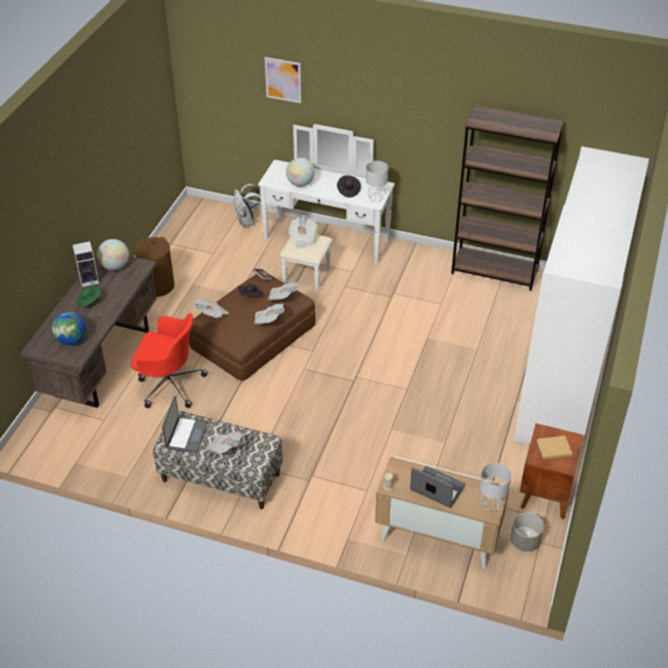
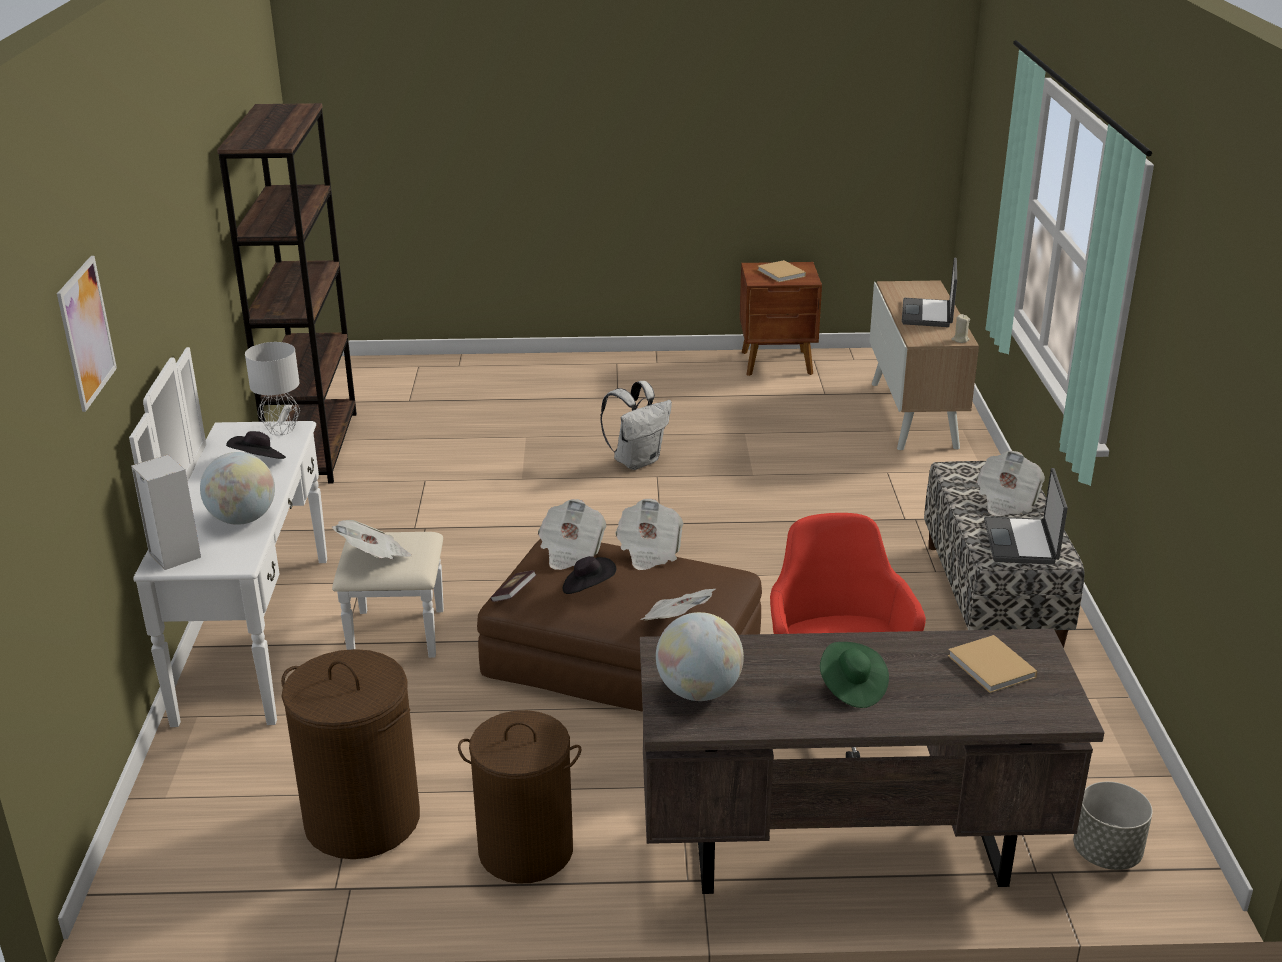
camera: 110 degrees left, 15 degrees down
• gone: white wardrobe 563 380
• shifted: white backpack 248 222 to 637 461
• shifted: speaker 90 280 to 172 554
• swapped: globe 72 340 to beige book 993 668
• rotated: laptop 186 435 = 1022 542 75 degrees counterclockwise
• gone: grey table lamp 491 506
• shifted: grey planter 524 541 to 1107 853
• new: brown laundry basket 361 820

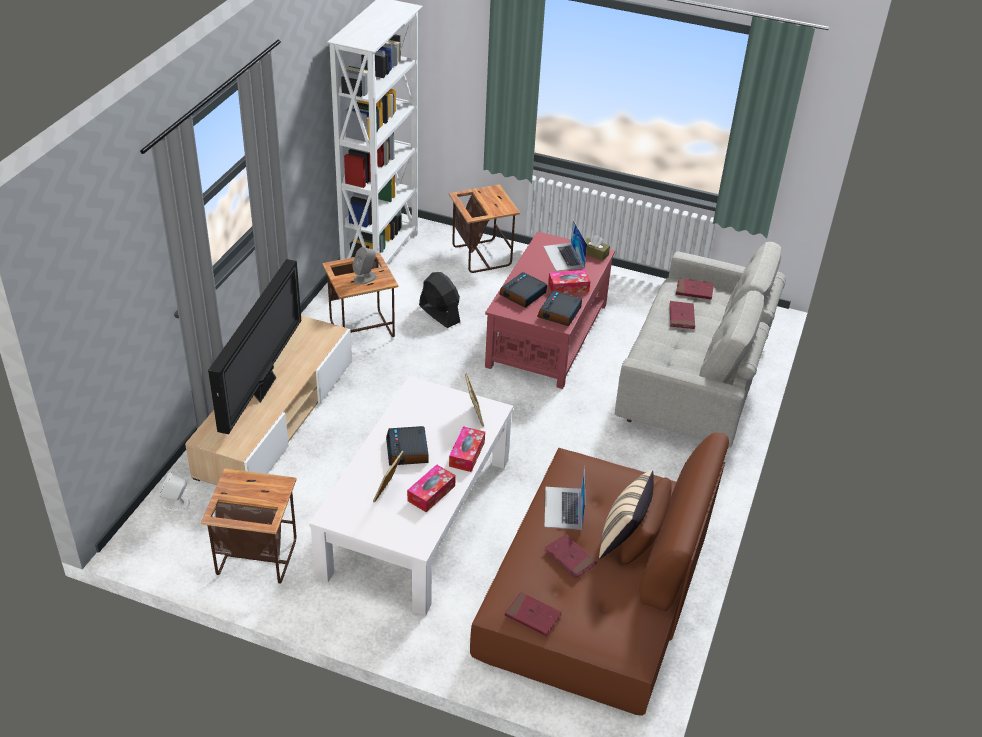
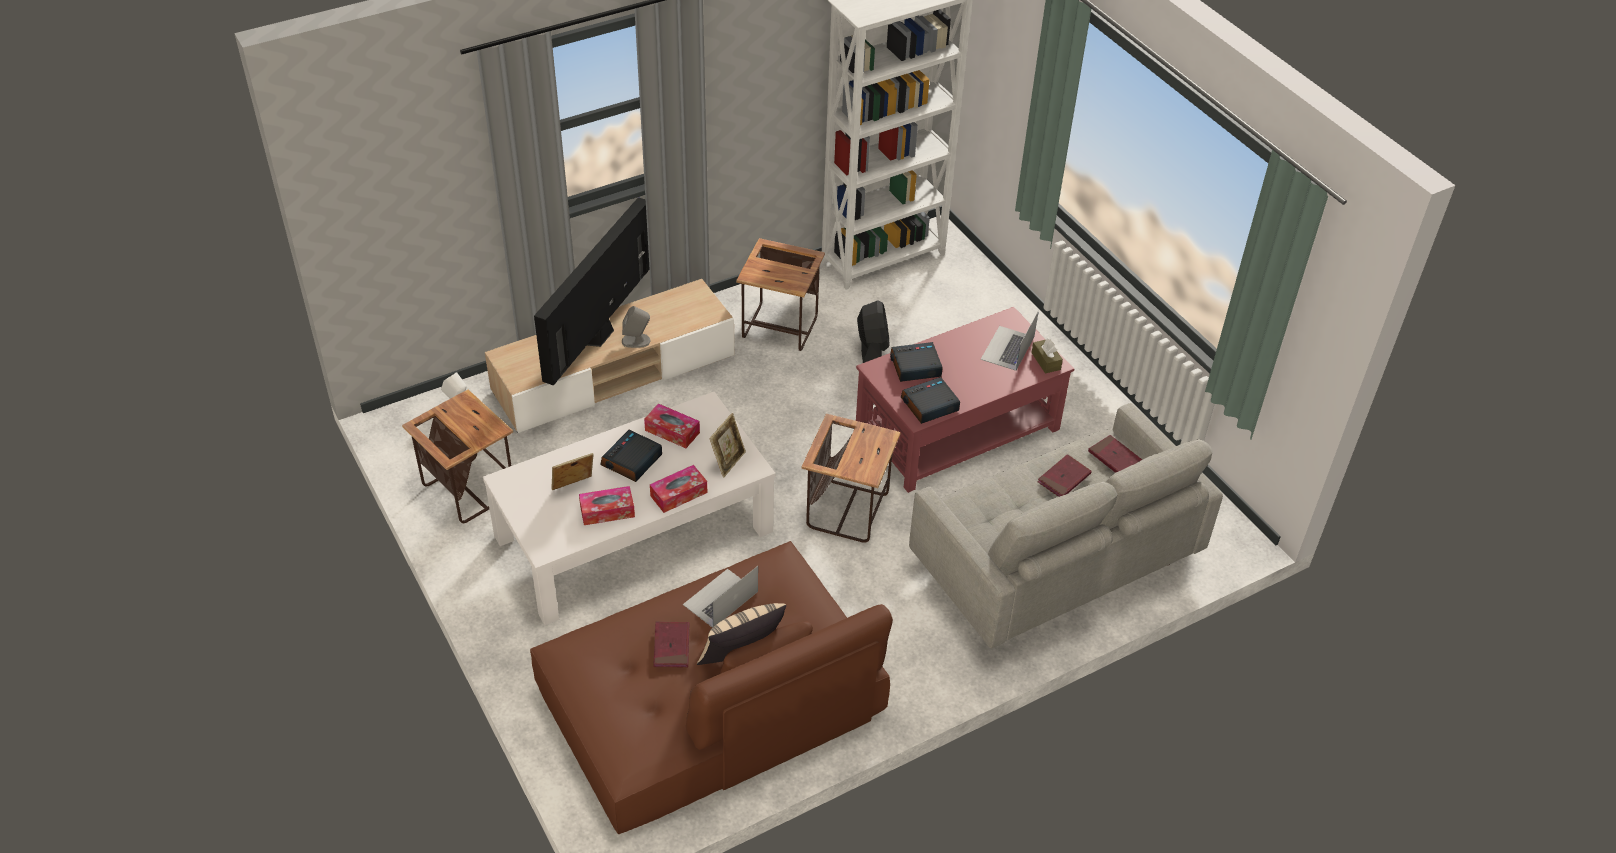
camera: 40 degrees right, 5 degrees up
• shifted: side table 481 255 to 848 510
• shifted: grey speaker 365 278 to 636 341
• rotated: television 264 387 = 599 335 150 degrees clockwise
• shifted: tissue box 568 287 to 672 431
• gone: red book 533 616

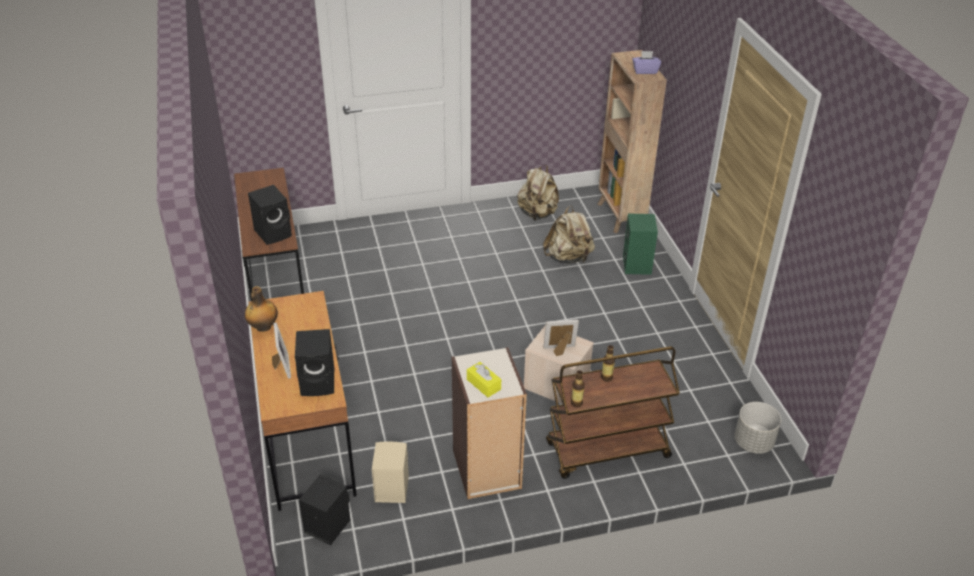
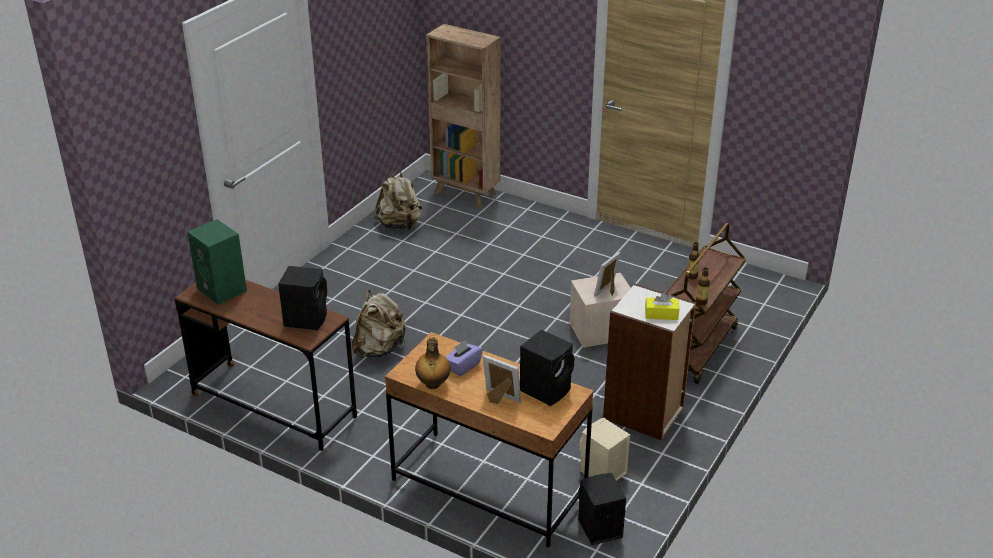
camera: 45 degrees left, 5 degrees down
• shifted: purple tissue box 645 71 to 463 366
• shifted: beige backpack 568 258 to 379 349
• shifted: green speaker 637 265 to 223 290
• gone: grey planter 753 442

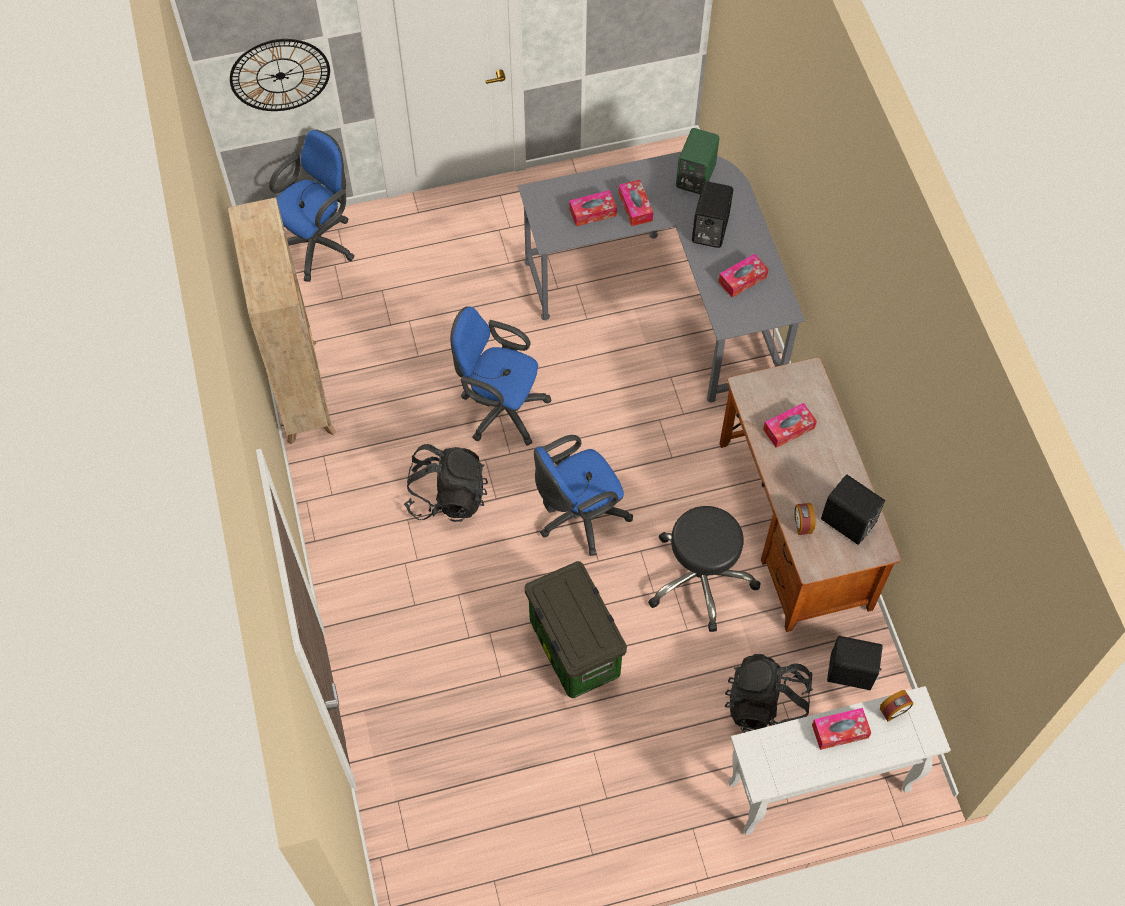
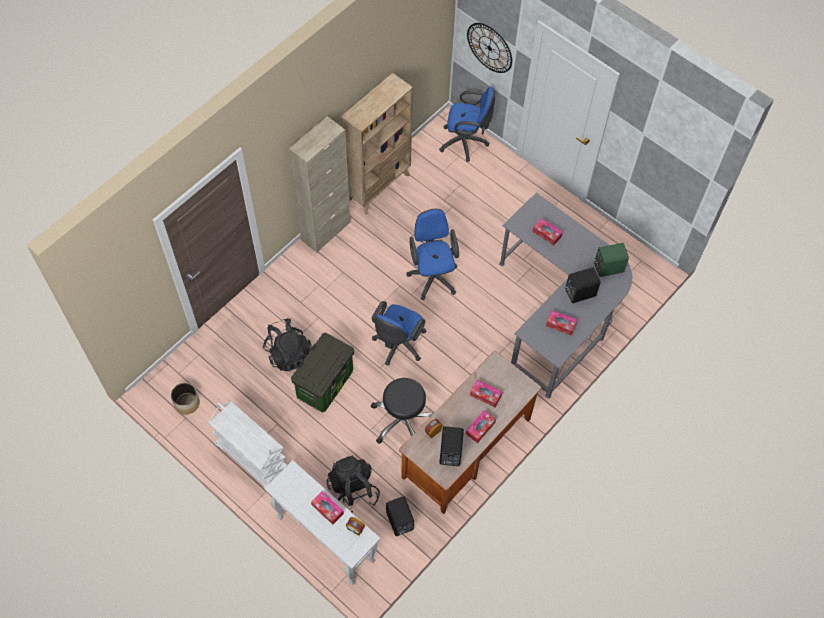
camera: 55 degrees right, 0 degrees up
• shifted: tissue box 635 207 to 480 428
• rotated: blue office chair 578 517 = 398 345 90 degrees counterclockwise
• shifted: black backpack 447 496 to 288 353
• new: beige cabinet 326 231
• new: planter 187 403
• new: white cart 251 457

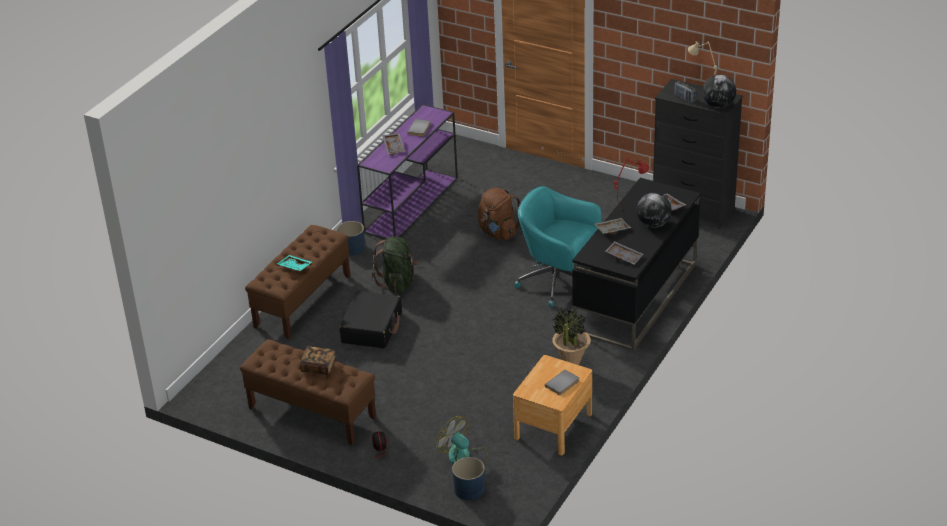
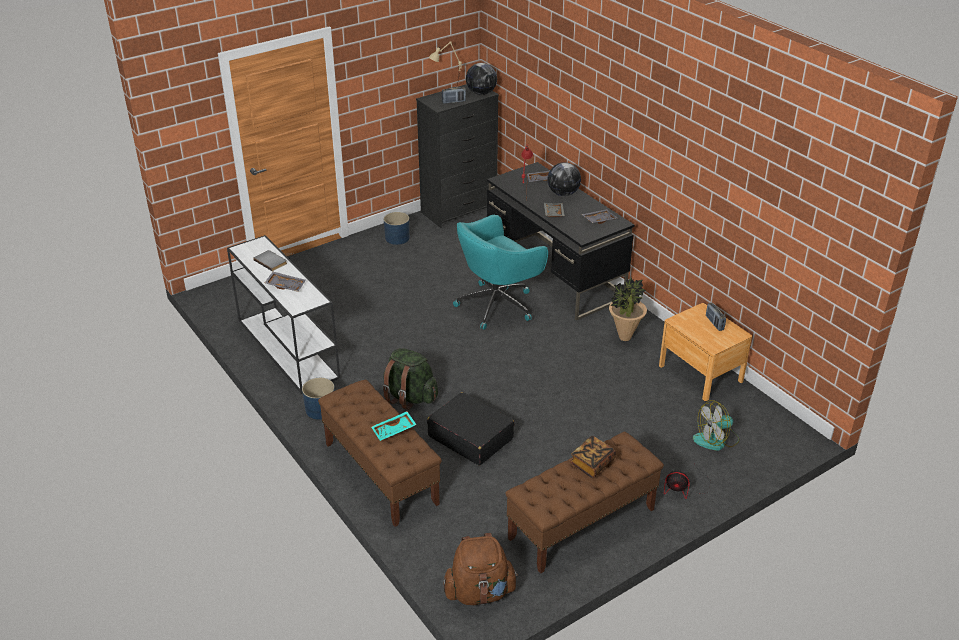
camera: 65 degrees left, 0 degrees up
• repainted: purple console table 411 204 to white console table 287 348
• shifted: brown backpack 498 232 to 479 592
• swapped: grey book 563 384 to radio 714 323
• shifted: blue planter 469 489 to 397 238

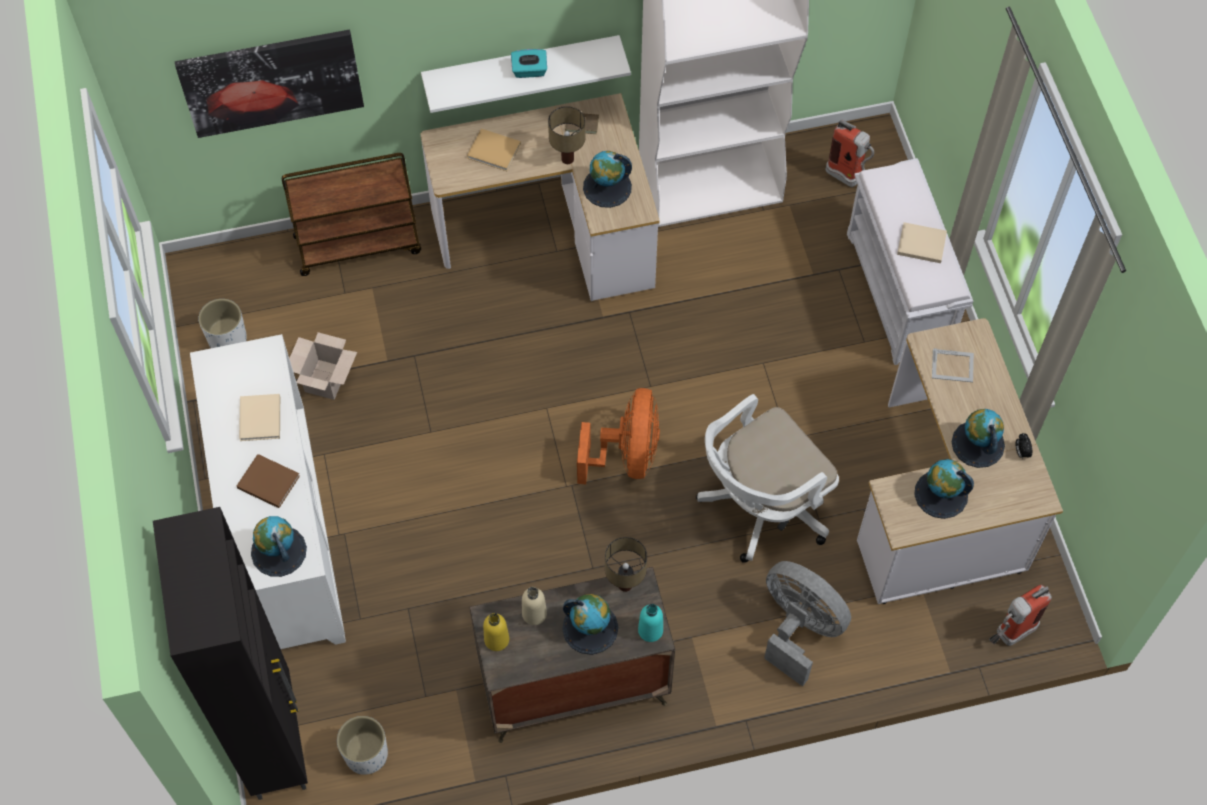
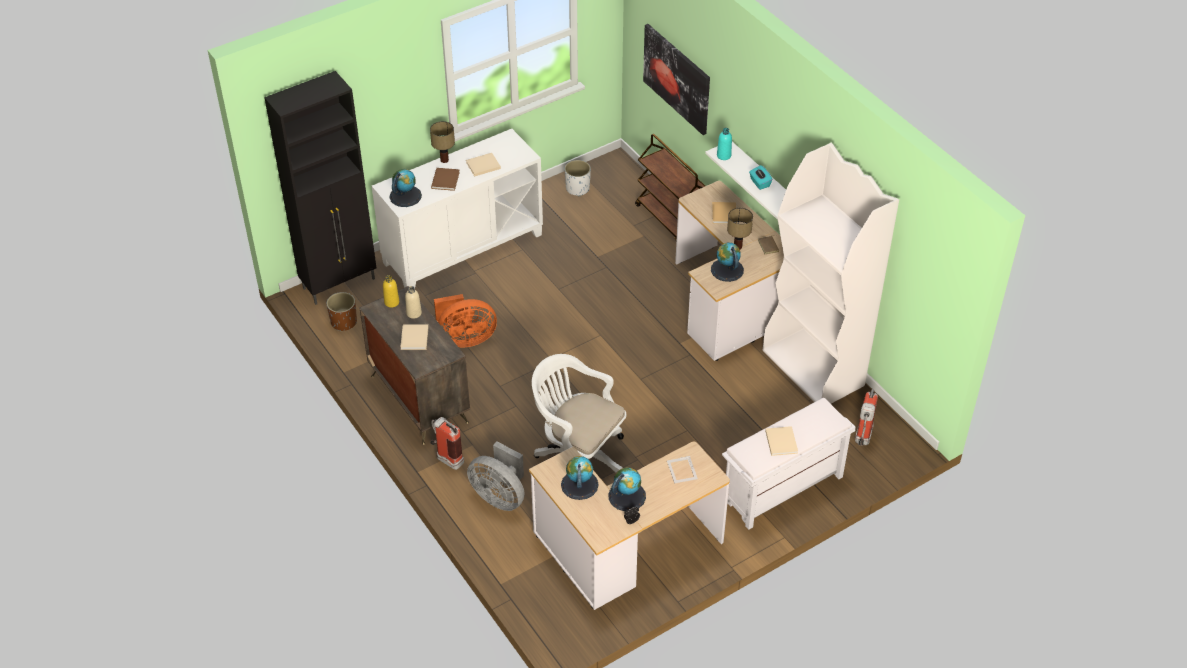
camera: 70 degrees right, 15 degrees down
• gone: cardboard box 325 378
• shifted: orange fan 627 456 to 465 338
• shifted: table lamp 626 584 to 445 160
• rotated: grey fan 799 628 = 500 496 105 degrees clockwise
• shifted: fire extinguisher 1009 634 to 446 458
• swapped: globe 590 628 to beige book 414 339
• shifted: turquoise bottle 650 630 to 724 155
• repainted: white planter 366 754 to brown planter 344 322

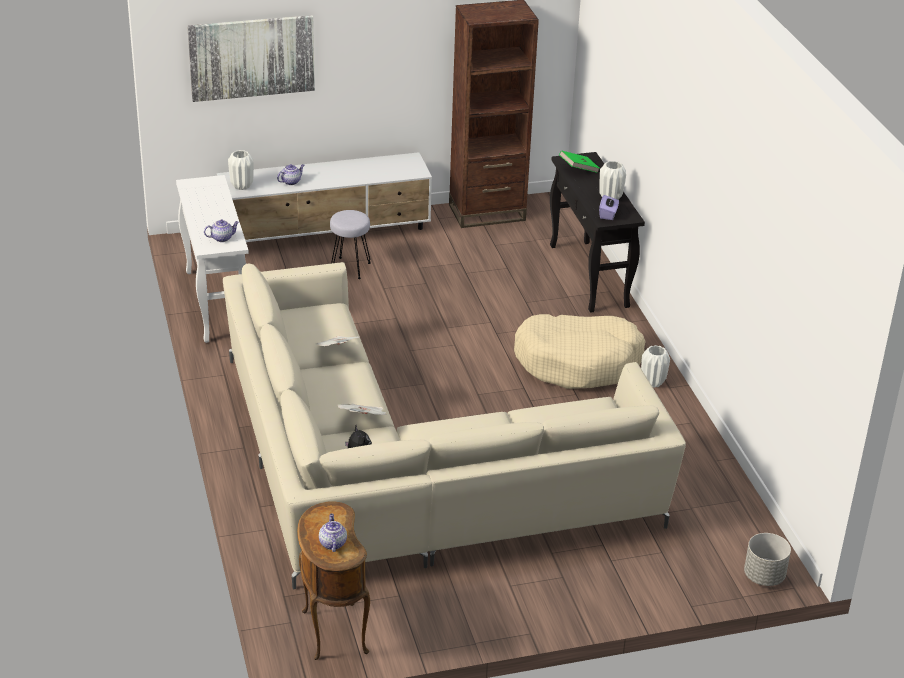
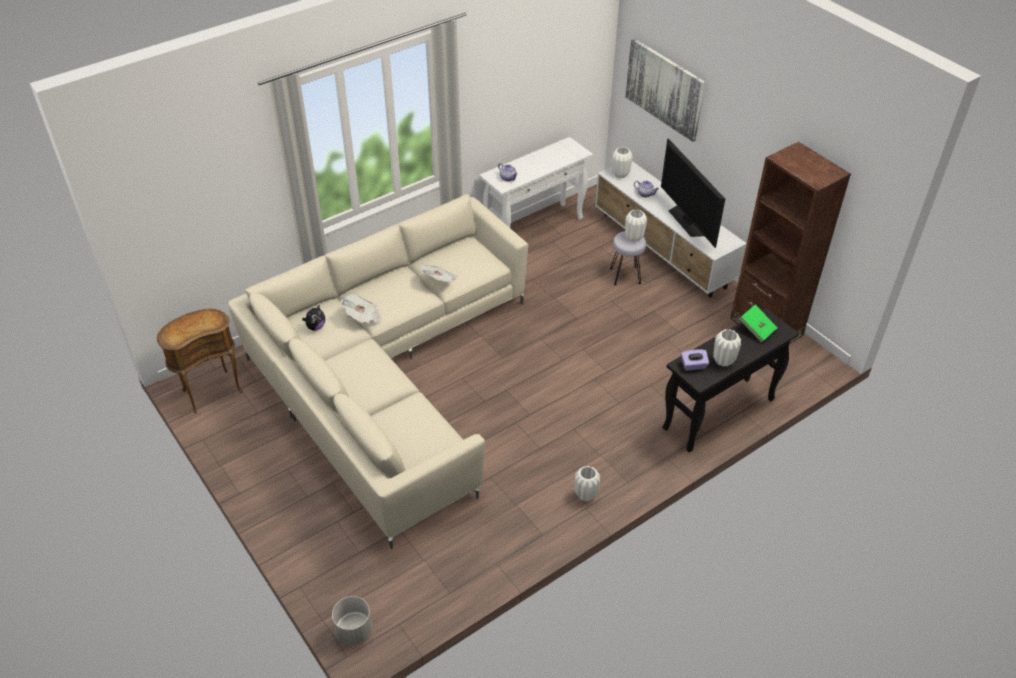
camera: 70 degrees right, 10 degrees up
• gone: beige dog bed 578 362
• gone: teapot 332 543
• new: television 687 221
• new: white vase 633 238

